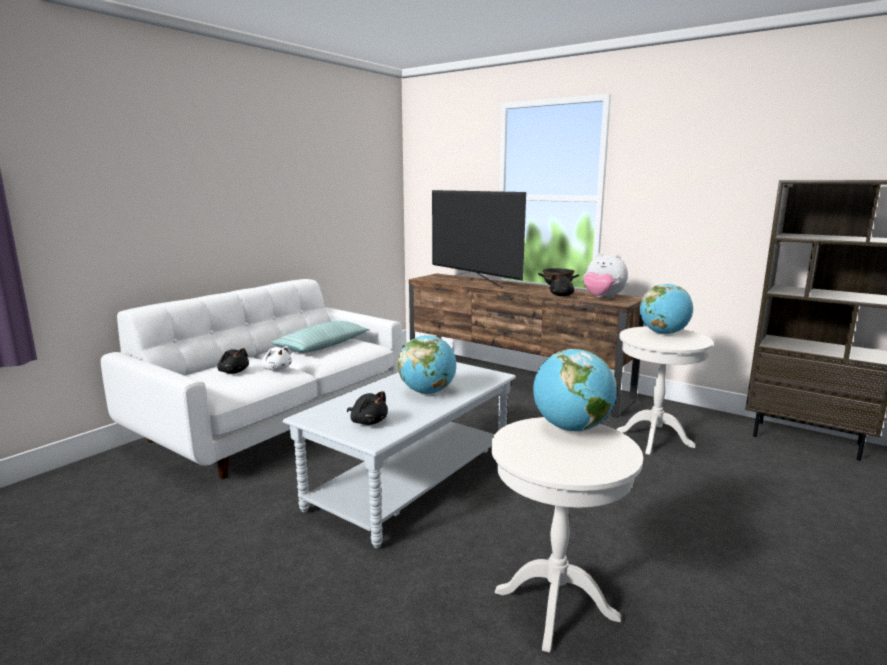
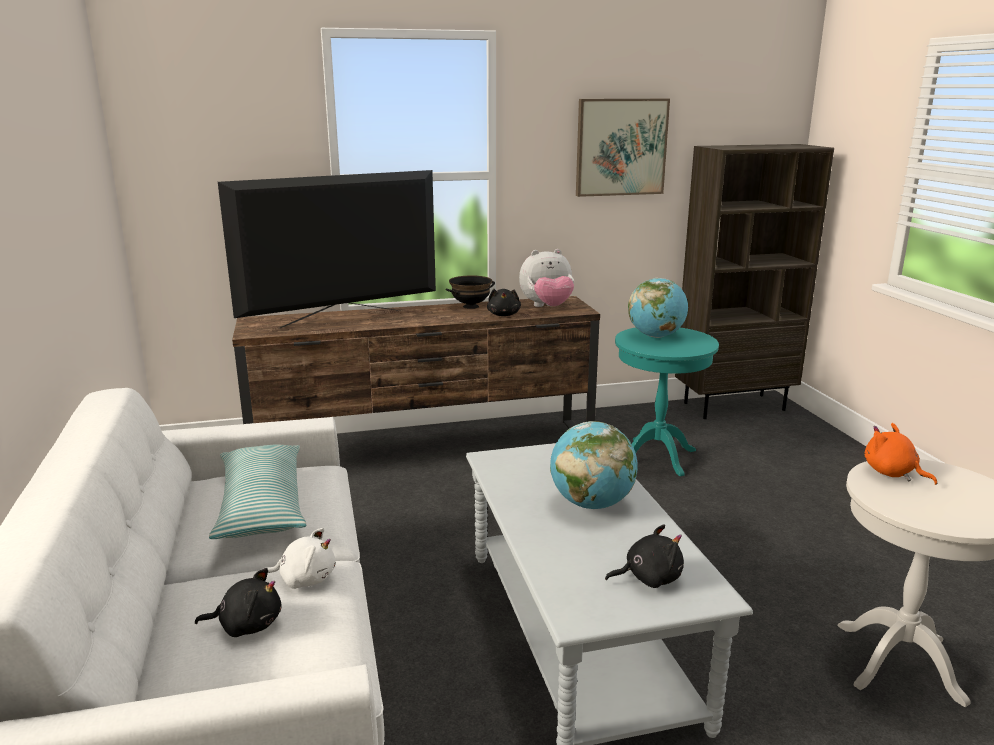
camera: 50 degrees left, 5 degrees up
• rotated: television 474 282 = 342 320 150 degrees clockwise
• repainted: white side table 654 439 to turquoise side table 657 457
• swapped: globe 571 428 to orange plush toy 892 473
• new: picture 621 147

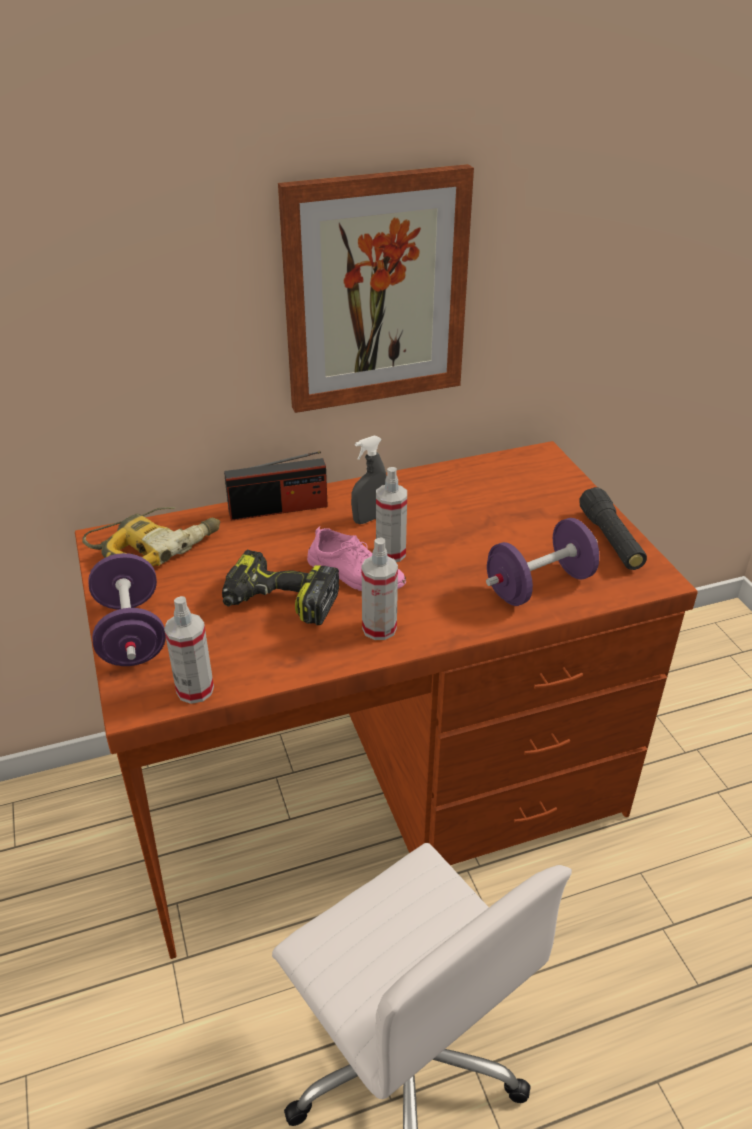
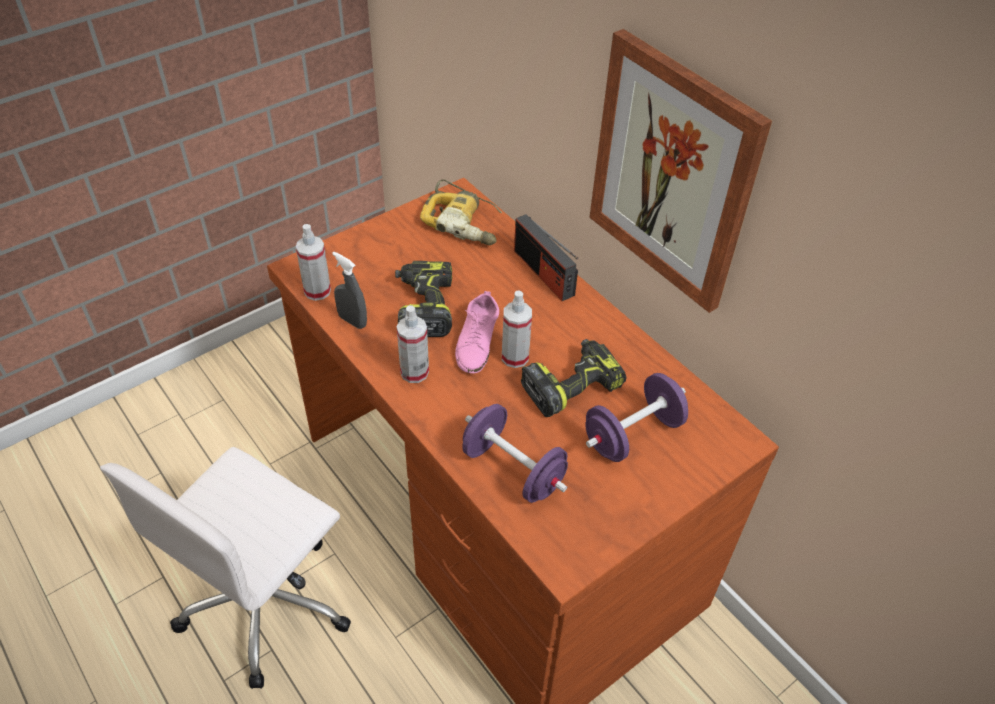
camera: 70 degrees right, 10 degrees up
• shifted: grey spray bottle 369 518 to 352 321
• gone: black flashlight 610 540
• shifted: purple dumbbell 131 633 to 633 434
• new: power drill 571 385

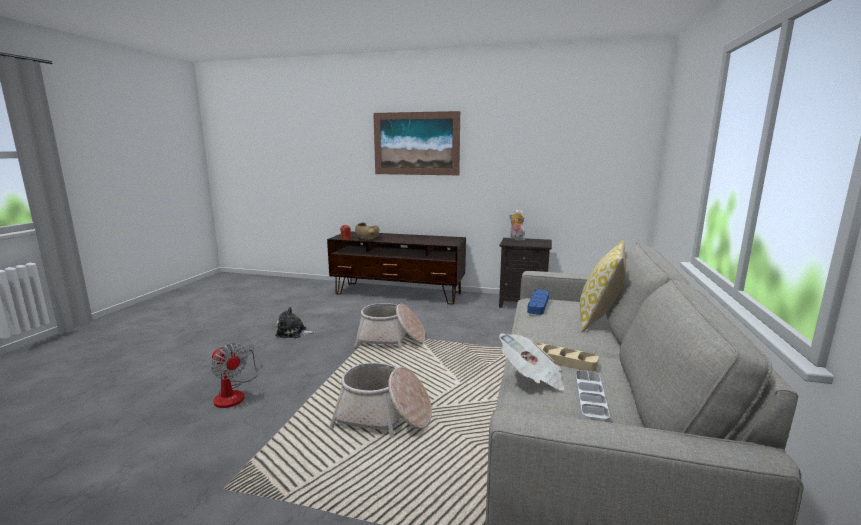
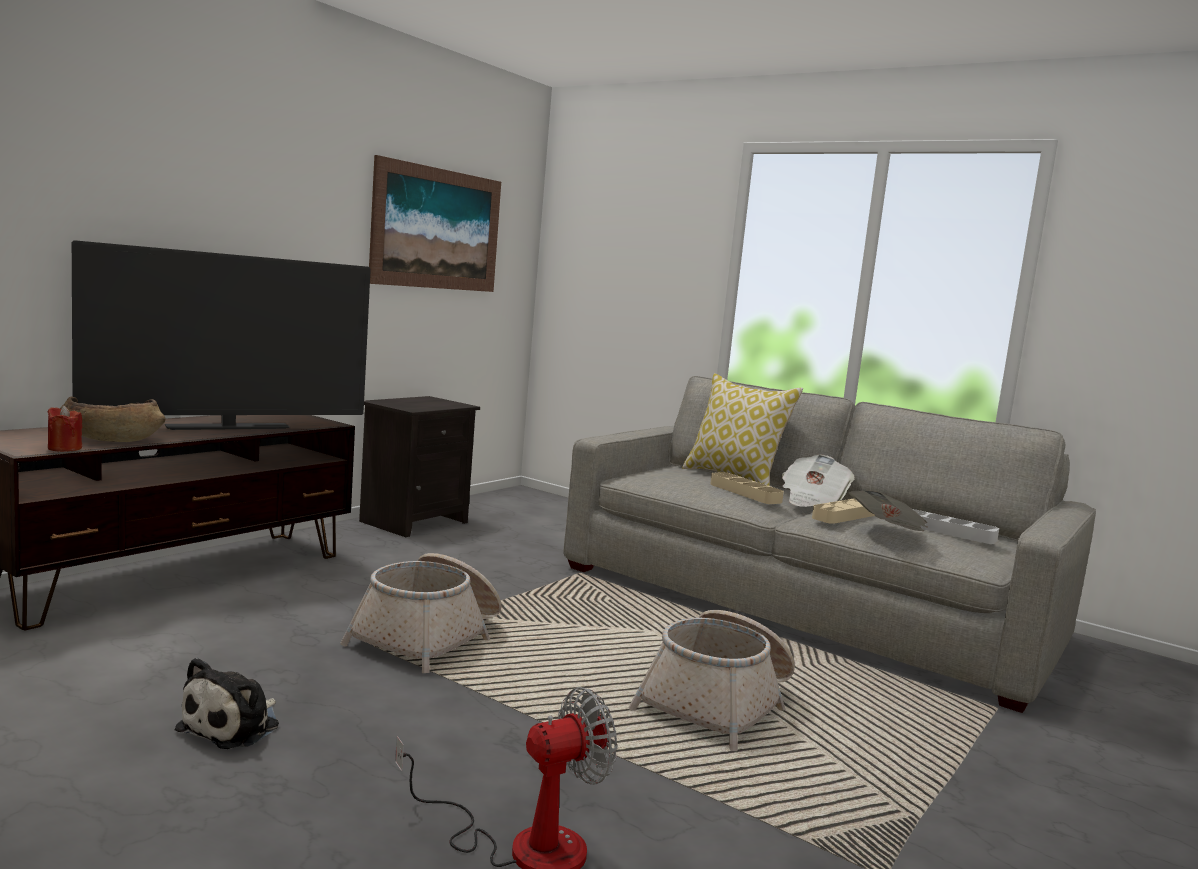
camera: 70 degrees left, 5 degrees down
• shifted: picture 416 143 to 437 229
• gone: plush toy 516 239
• gone: blue tray 538 304
• new: television 228 427
• new: newspaper 812 500
• new: beige tray 745 493

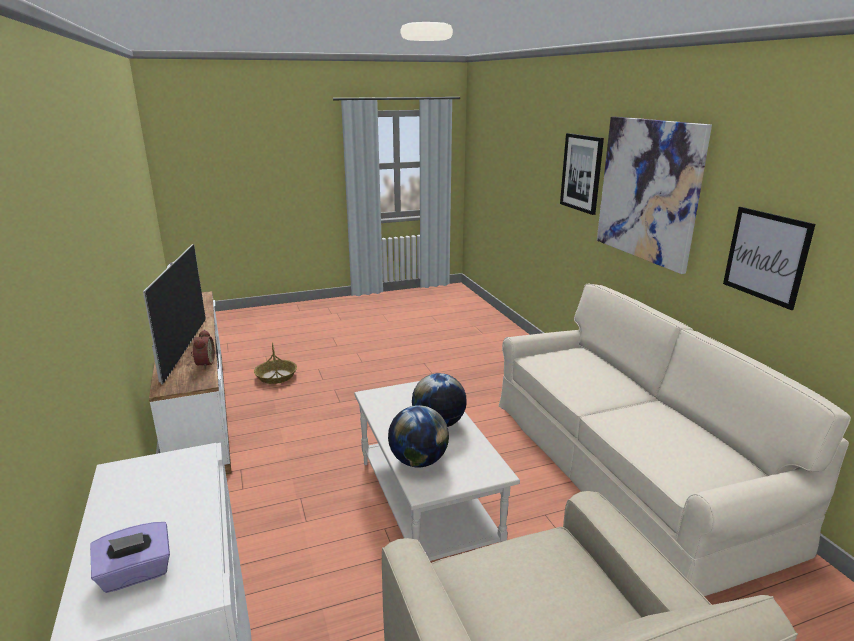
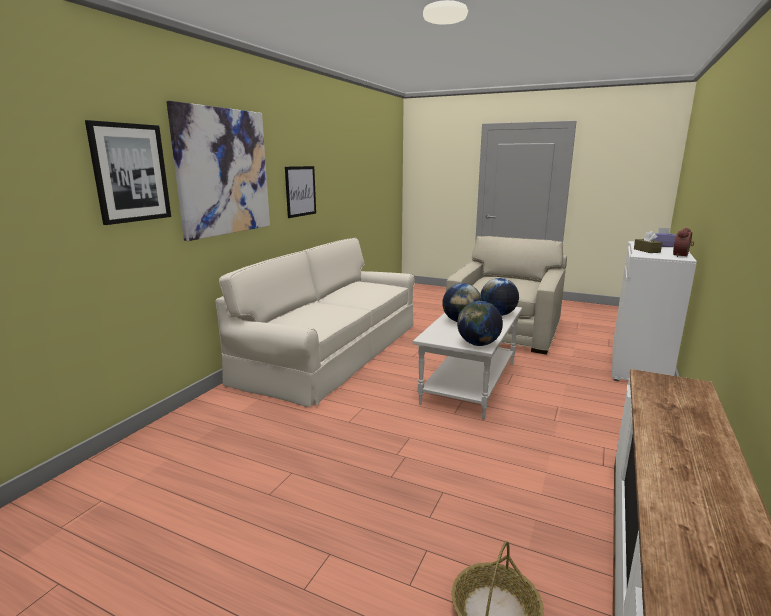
camera: 135 degrees left, 5 degrees down
• gone: television 185 349
• shifted: alarm clock 203 363 to 682 255
• new: brown tissue box 646 250
• new: globe 478 344

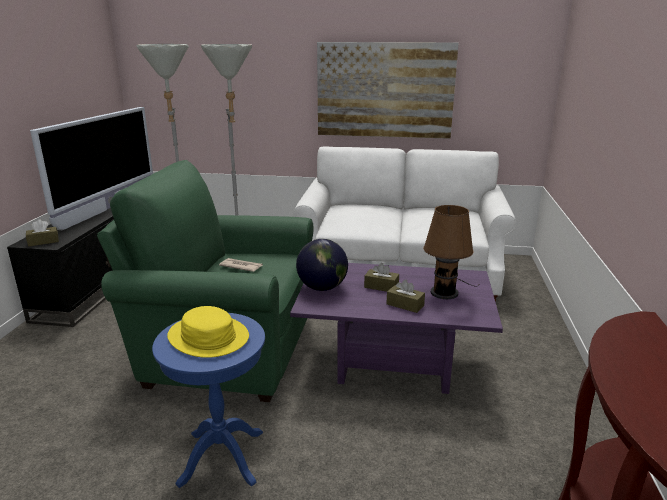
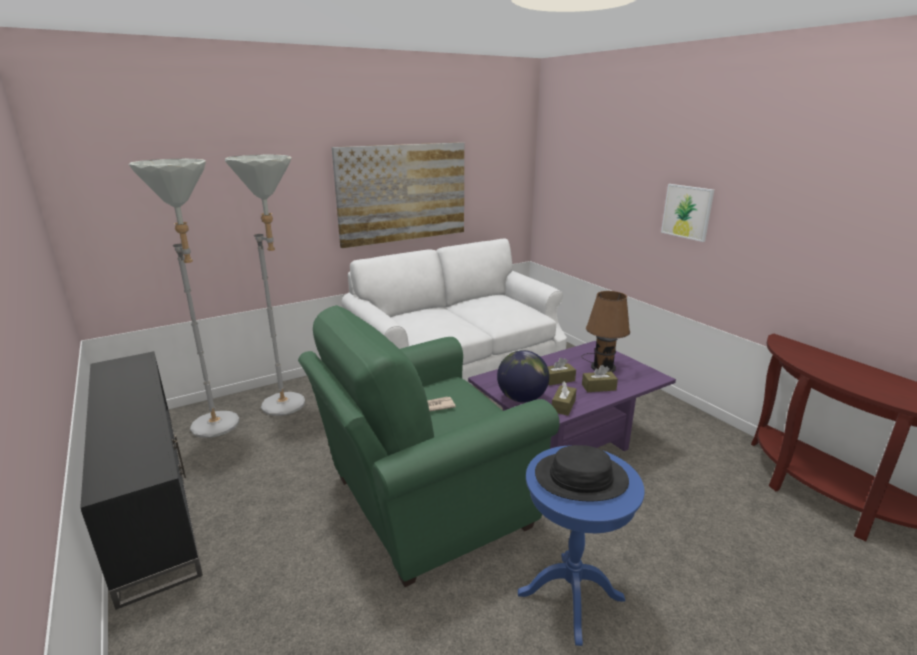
camera: 40 degrees left, 0 degrees up
• gone: television 109 208
• shifted: brown tissue box 43 241 to 563 406
• repainted: yellow hat 208 337 to black hat 581 478
• new: picture 687 212

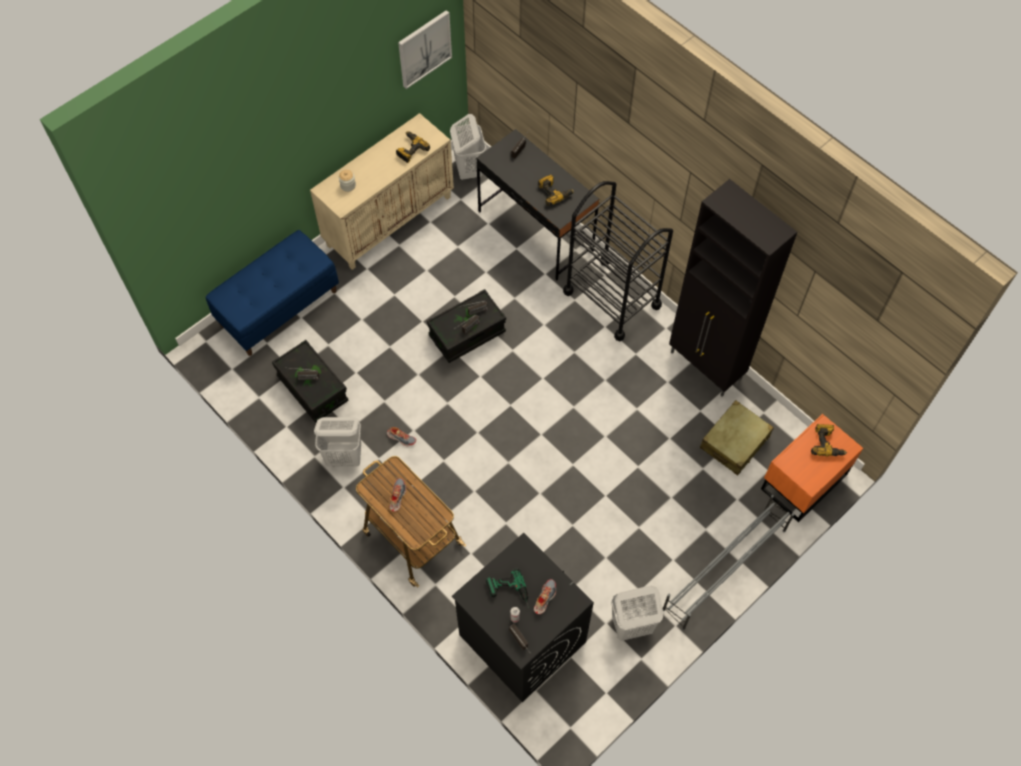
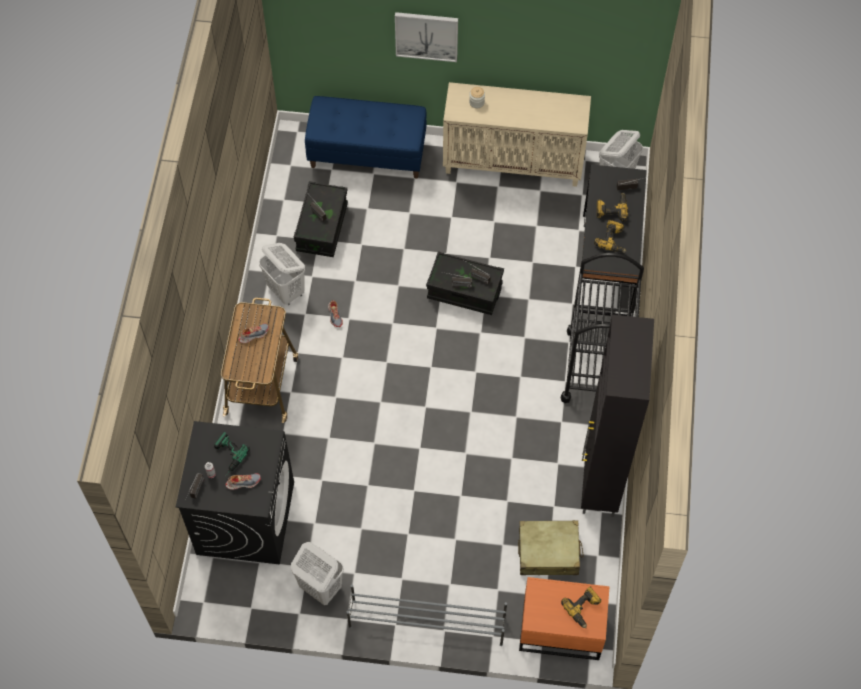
camera: 50 degrees right, 0 degrees up
• shifted: picture 424 48 to 426 35
• shifted: power drill 410 150 to 611 209

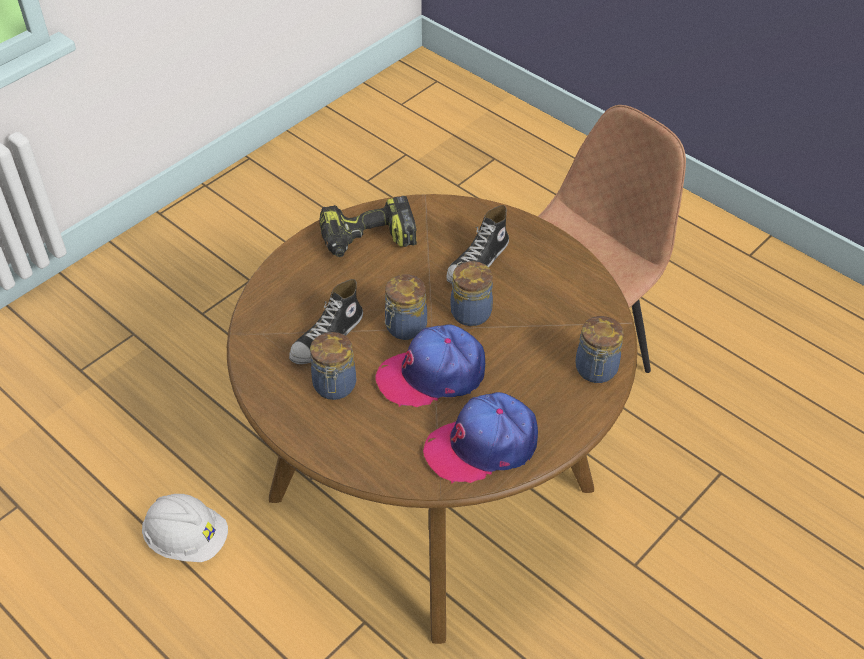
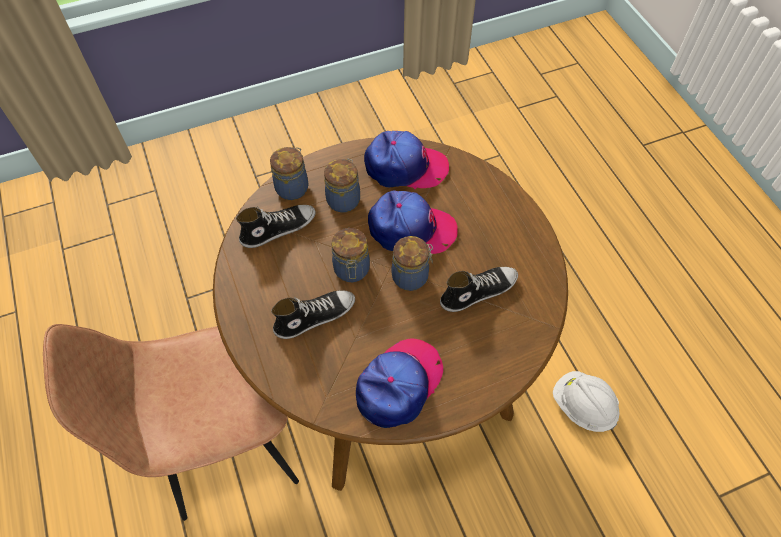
camera: 155 degrees left, 10 degrees up
• swapped: power drill 367 240 to cap 399 384
• shifted: jar 334 387 to 344 199
• new: shoe 278 228

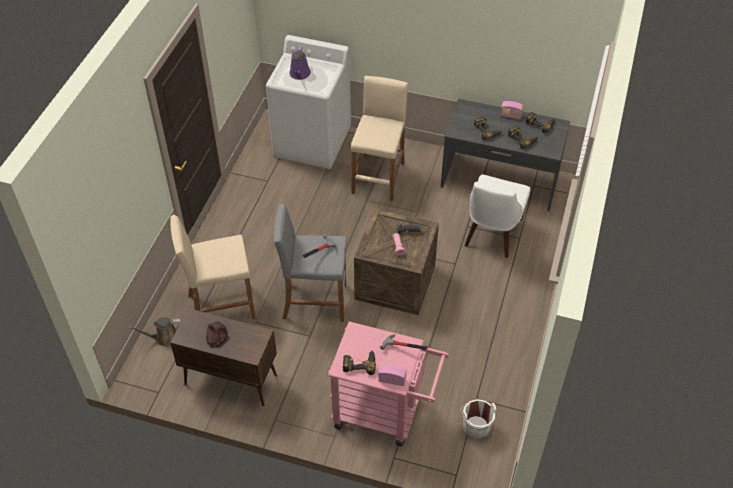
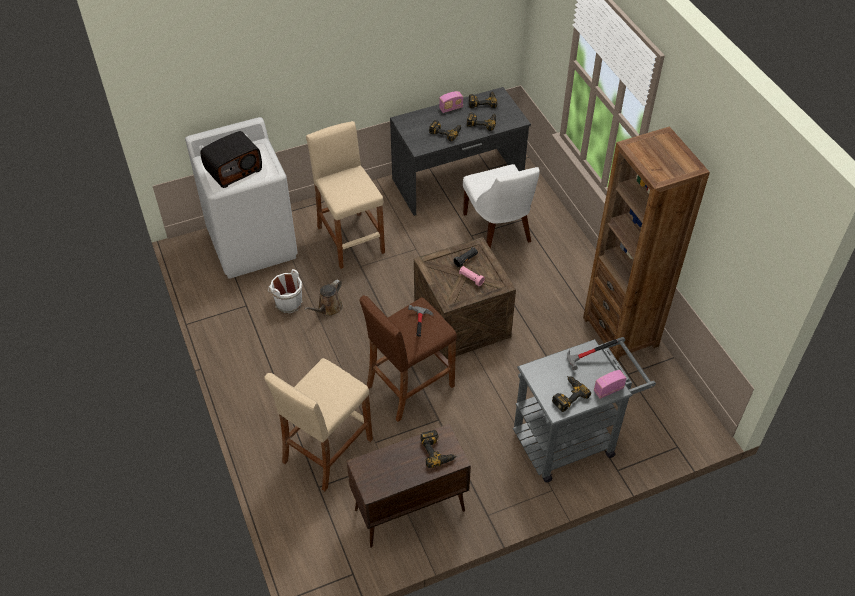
camera: 40 degrees left, 0 degrees up
• swapped: purple watering can 299 74 to radio 233 170
• repainted: grey stool 314 301 to brown stool 409 386
• shifted: brown watering can 164 338 to 328 308
• gone: brown cap 217 334
• repainted: pink cart 385 413 to grey cart 572 439
• shifted: white bucket 475 427 to 287 303
• new: brown bookcase 620 332
• new: power drill 437 451

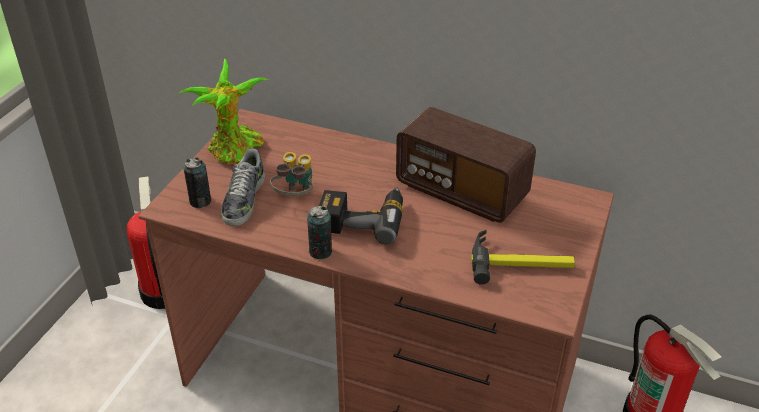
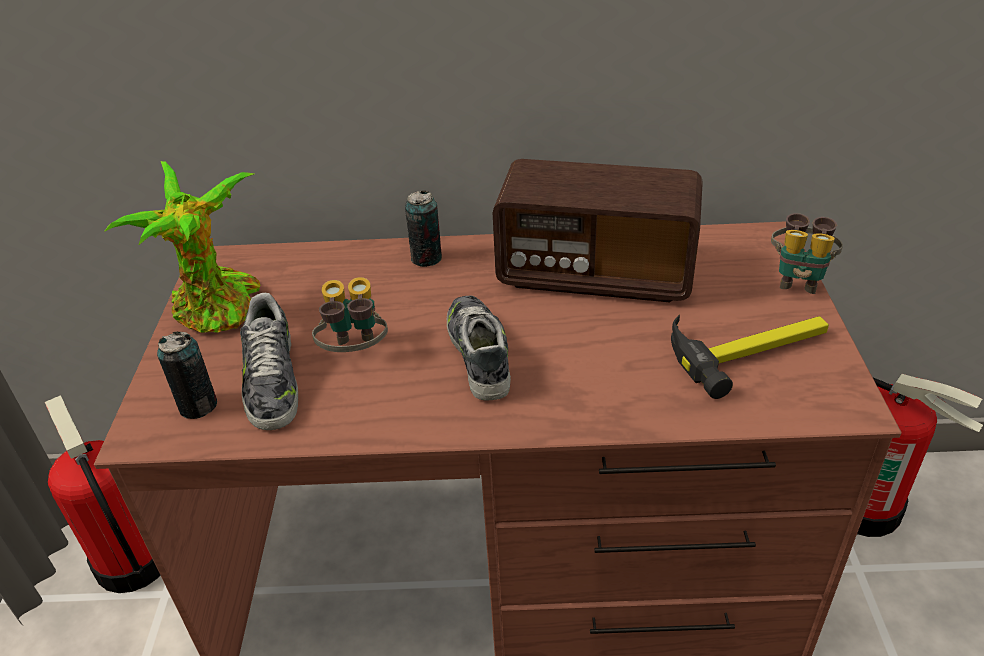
camera: 20 degrees left, 0 degrees up
• swapped: power drill 362 218 to shoe 480 354
• shifted: can 320 252 to 426 258
• new: binoculars 798 279

